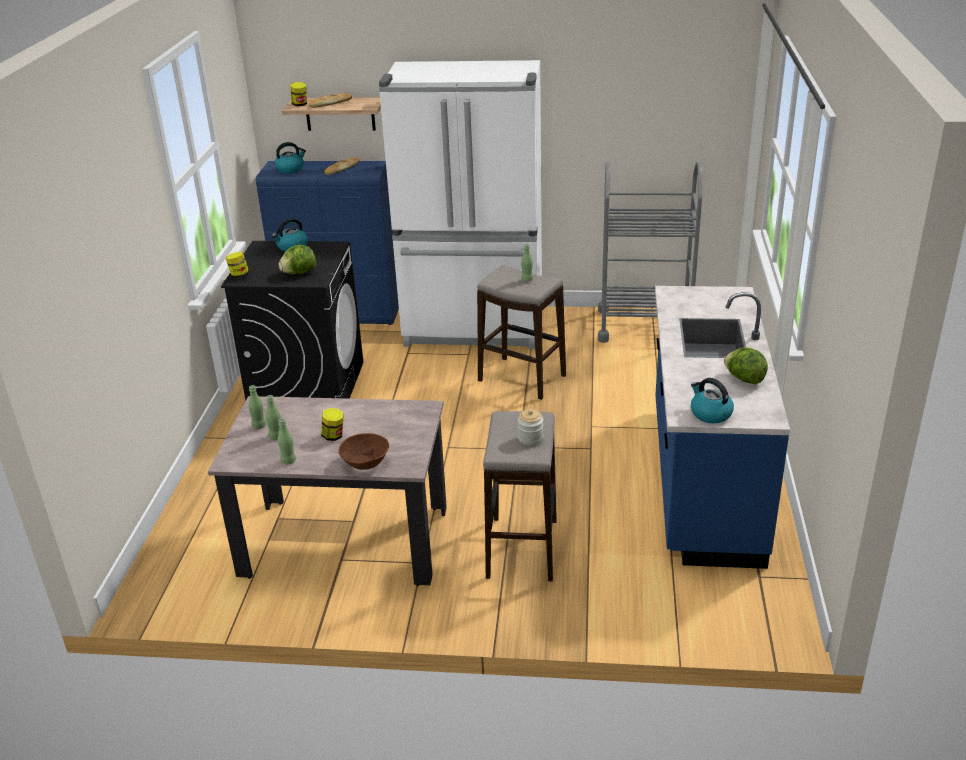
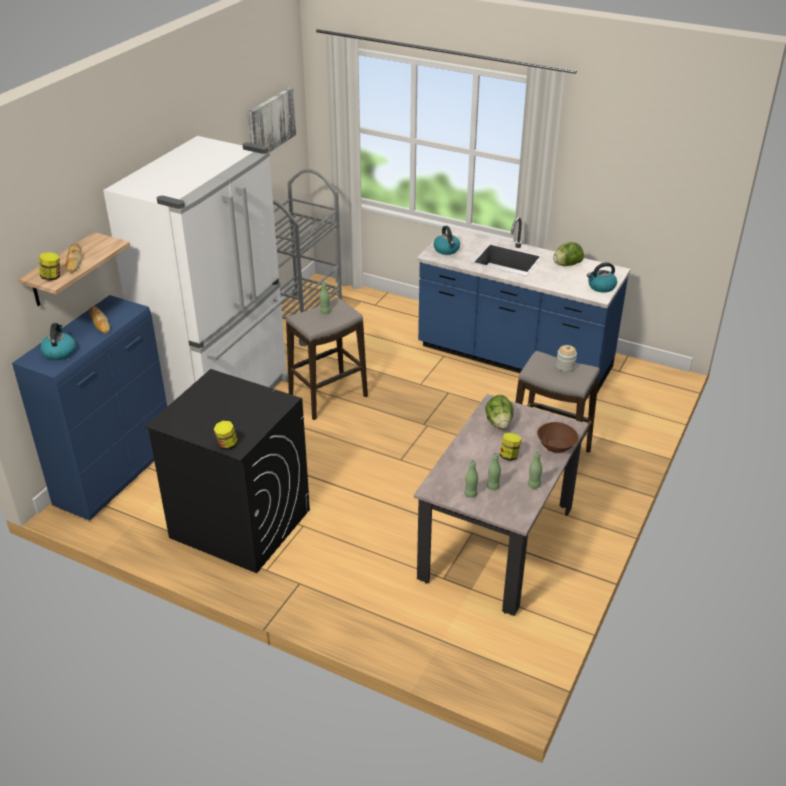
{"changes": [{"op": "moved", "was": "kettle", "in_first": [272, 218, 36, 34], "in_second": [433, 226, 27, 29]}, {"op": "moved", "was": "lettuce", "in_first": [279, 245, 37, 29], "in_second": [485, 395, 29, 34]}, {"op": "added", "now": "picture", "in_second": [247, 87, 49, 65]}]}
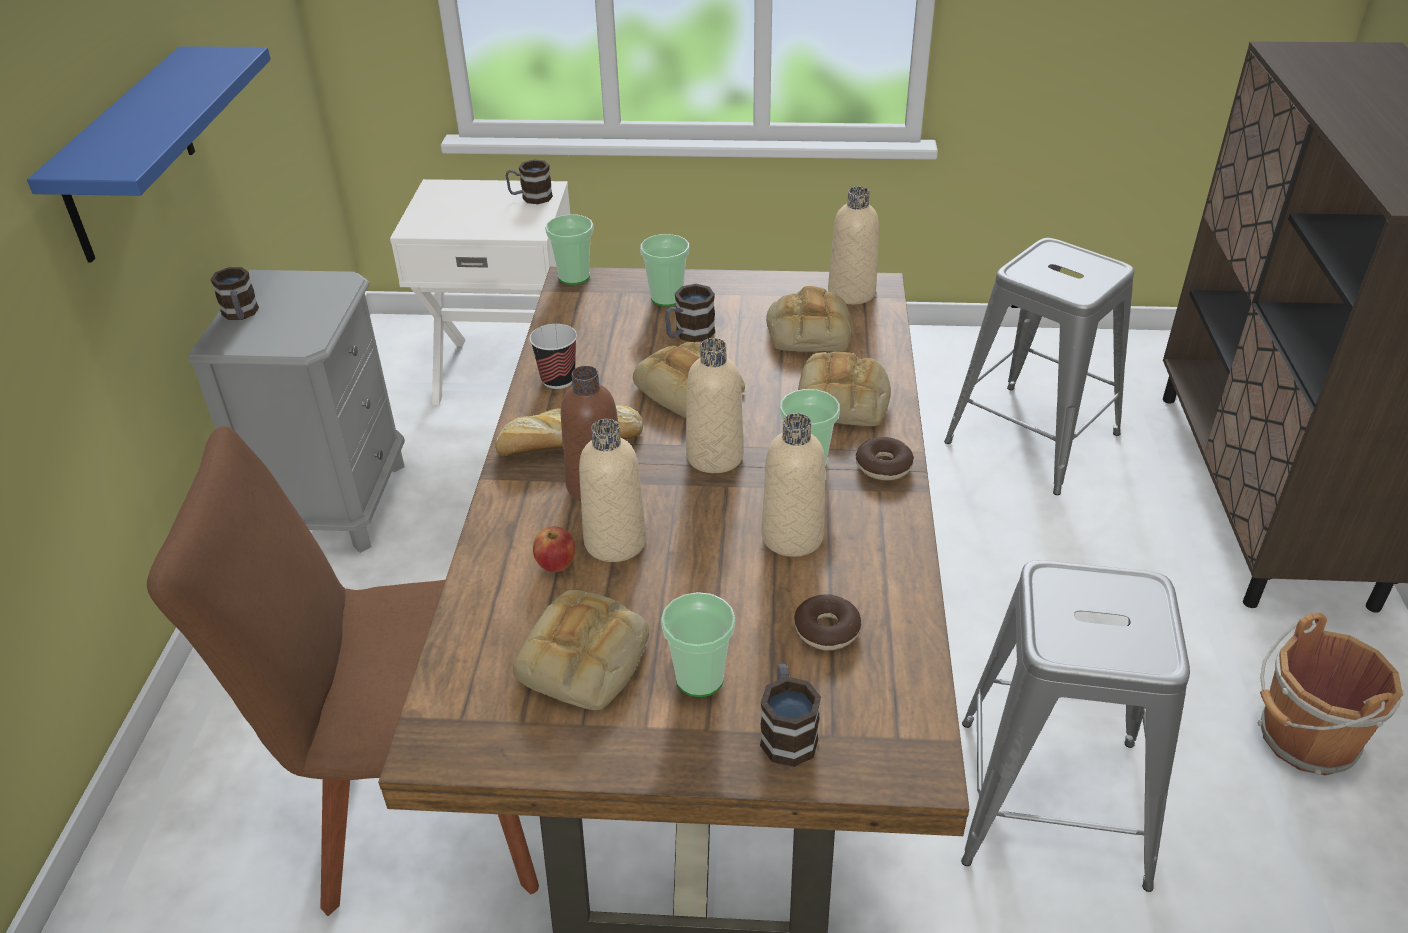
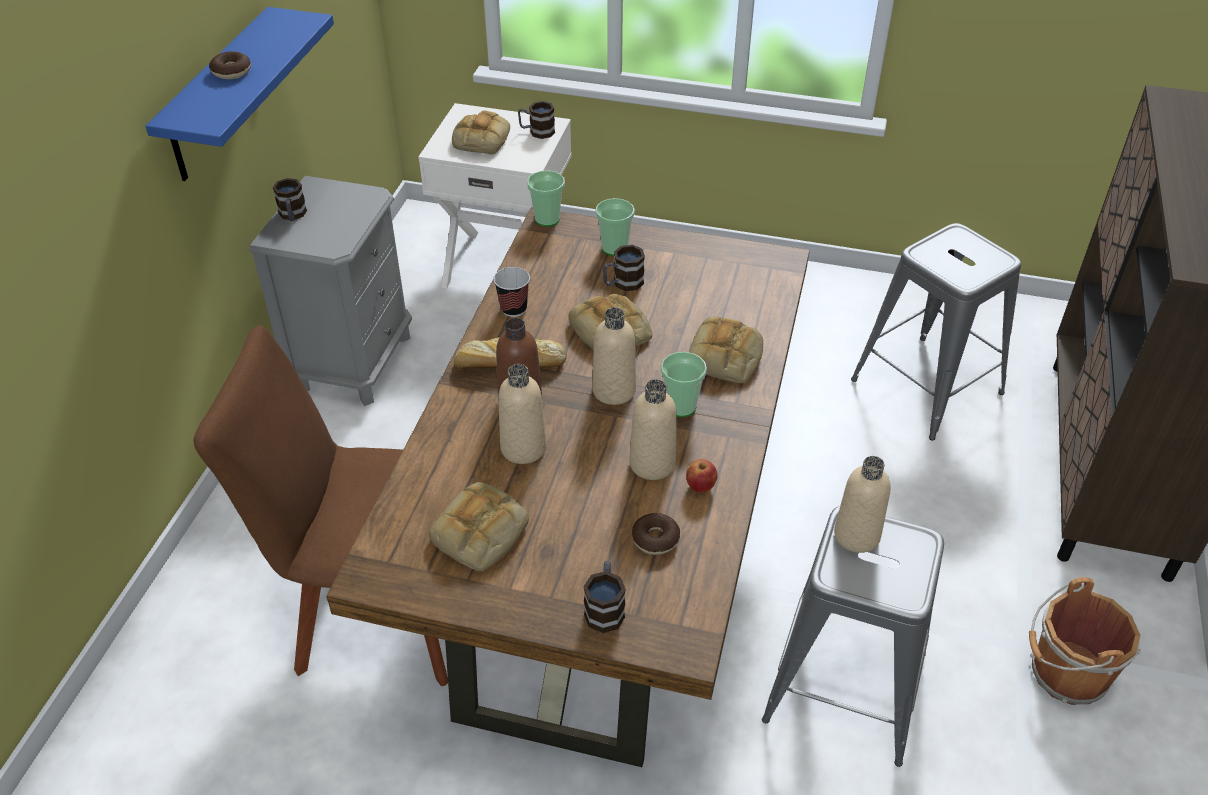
{"changes": [{"op": "moved", "was": "apple", "in_first": [533, 526, 42, 46], "in_second": [686, 459, 32, 34]}, {"op": "removed", "was": "cup", "in_first": [661, 592, 74, 105]}, {"op": "moved", "was": "bread", "in_first": [766, 286, 86, 66], "in_second": [452, 110, 58, 44]}, {"op": "moved", "was": "bottle in beige", "in_first": [828, 186, 51, 118], "in_second": [834, 456, 57, 97]}, {"op": "moved", "was": "donut", "in_first": [856, 437, 58, 43], "in_second": [209, 51, 42, 28]}]}
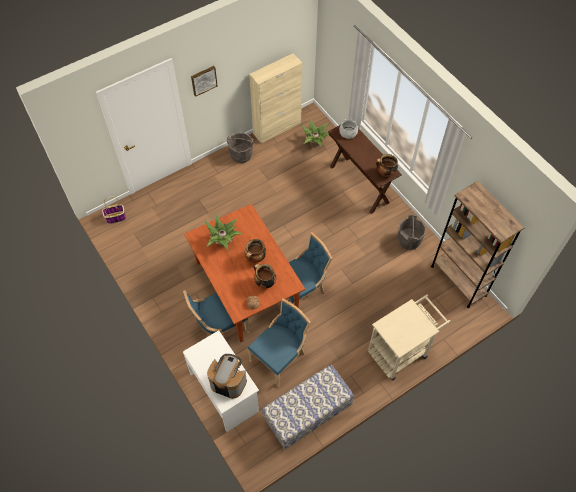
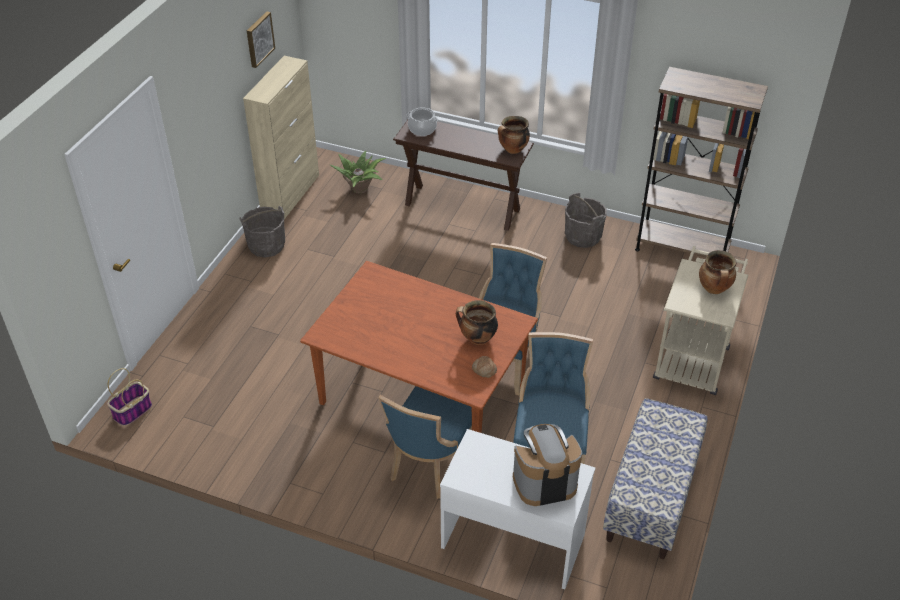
{"changes": [{"op": "moved", "was": "picture", "in_first": [191, 66, 27, 31], "in_second": [247, 11, 28, 57]}, {"op": "removed", "was": "potted plant", "in_first": [205, 213, 37, 38]}, {"op": "moved", "was": "cooking pot", "in_first": [244, 239, 22, 24], "in_second": [699, 250, 37, 44]}]}
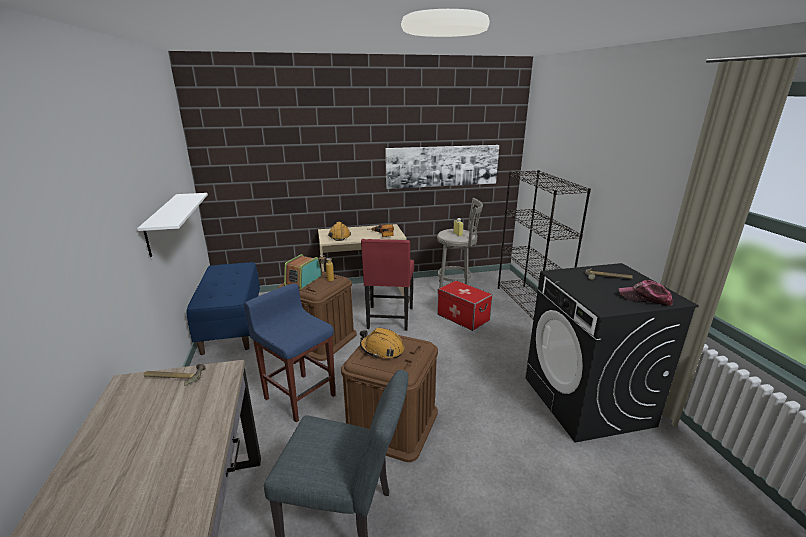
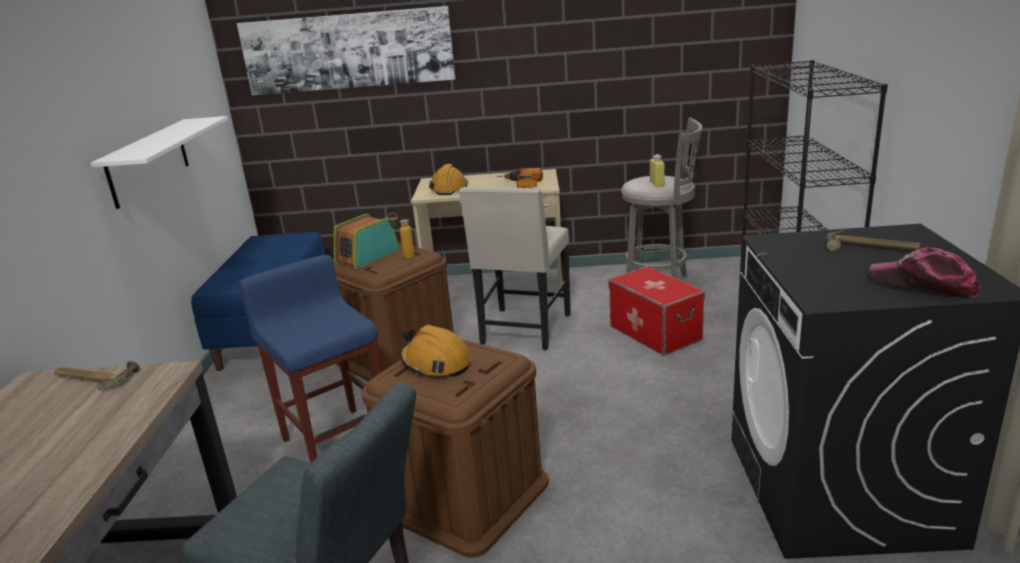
{"changes": [{"op": "recoloured", "was": "chair in red", "now": "chair in beige", "in_first": [361, 239, 53, 92], "in_second": [459, 187, 112, 163]}, {"op": "moved", "was": "picture", "in_first": [385, 145, 114, 44], "in_second": [237, 6, 219, 89]}]}
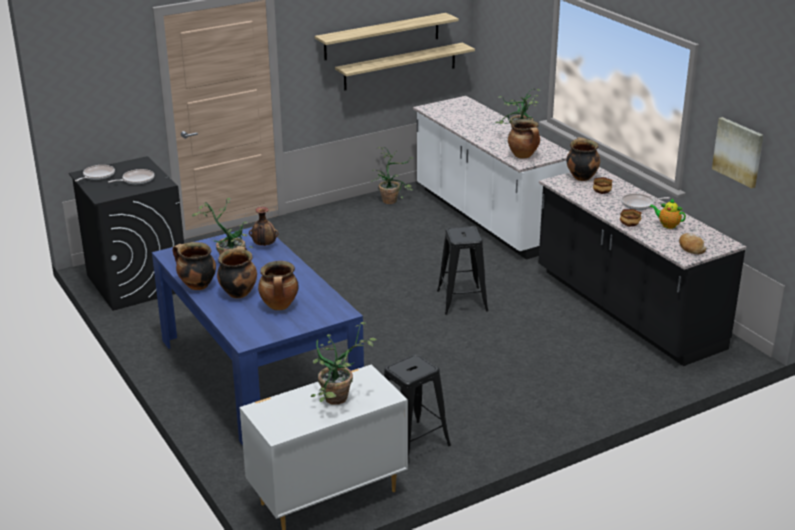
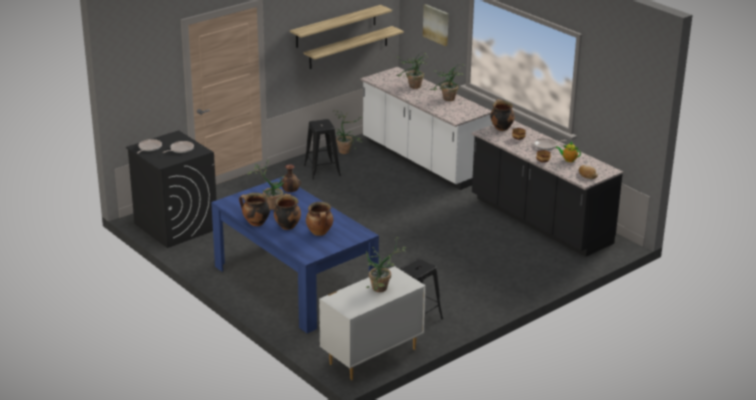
{"changes": [{"op": "moved", "was": "stool in black", "in_first": [437, 226, 52, 89], "in_second": [304, 119, 37, 61]}, {"op": "removed", "was": "cooking pot", "in_first": [508, 119, 32, 40]}, {"op": "moved", "was": "picture", "in_first": [712, 117, 52, 71], "in_second": [423, 4, 26, 42]}, {"op": "added", "now": "potted plant", "in_second": [396, 52, 33, 37]}]}
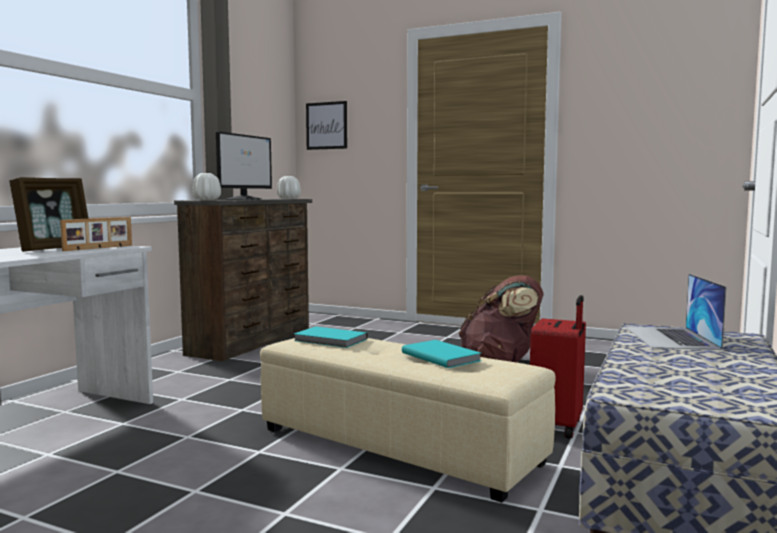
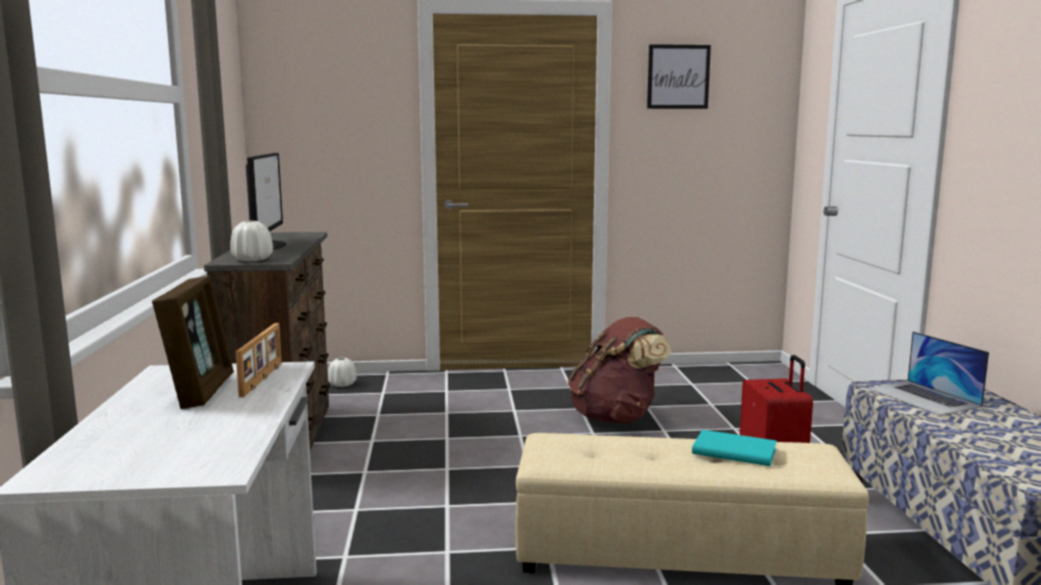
{"changes": [{"op": "moved", "was": "vase in white", "in_first": [277, 176, 24, 23], "in_second": [328, 357, 29, 30]}, {"op": "removed", "was": "book in turquoise", "in_first": [294, 326, 74, 22]}, {"op": "moved", "was": "picture", "in_first": [306, 101, 41, 49], "in_second": [647, 44, 64, 65]}]}
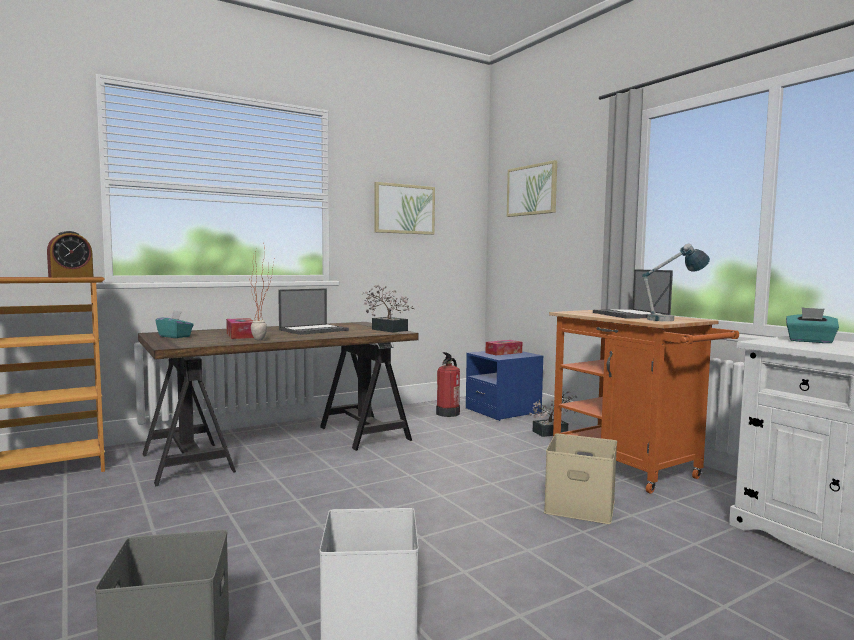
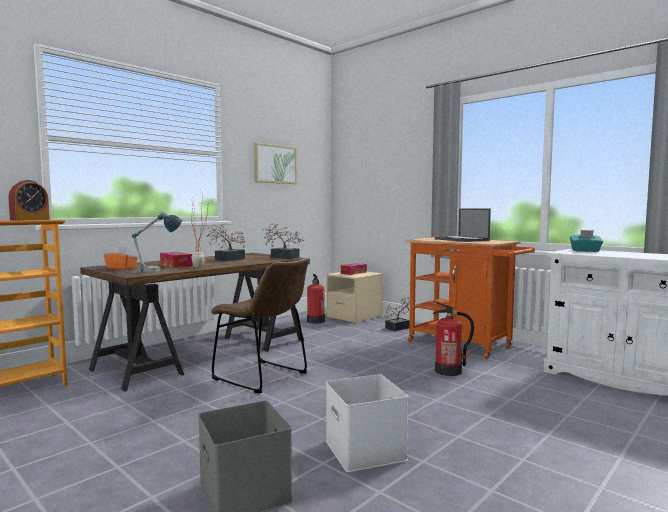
{"changes": [{"op": "recoloured", "was": "tissue box in turquoise", "now": "tissue box in orange", "in_first": [156, 311, 38, 27], "in_second": [104, 247, 34, 23]}, {"op": "replaced", "was": "laptop", "now": "potted plant", "in_first": [278, 288, 71, 47], "in_second": [207, 224, 38, 37]}, {"op": "recoloured", "was": "nightstand in blue", "now": "nightstand in beige", "in_first": [466, 351, 78, 70], "in_second": [326, 272, 57, 51]}, {"op": "removed", "was": "picture", "in_first": [507, 160, 50, 57]}, {"op": "replaced", "was": "storage box in beige", "now": "fire extinguisher", "in_first": [544, 433, 73, 91], "in_second": [433, 301, 41, 75]}, {"op": "moved", "was": "table lamp", "in_first": [642, 244, 68, 77], "in_second": [132, 211, 50, 61]}, {"op": "added", "now": "chair in brown", "in_second": [211, 258, 98, 135]}]}
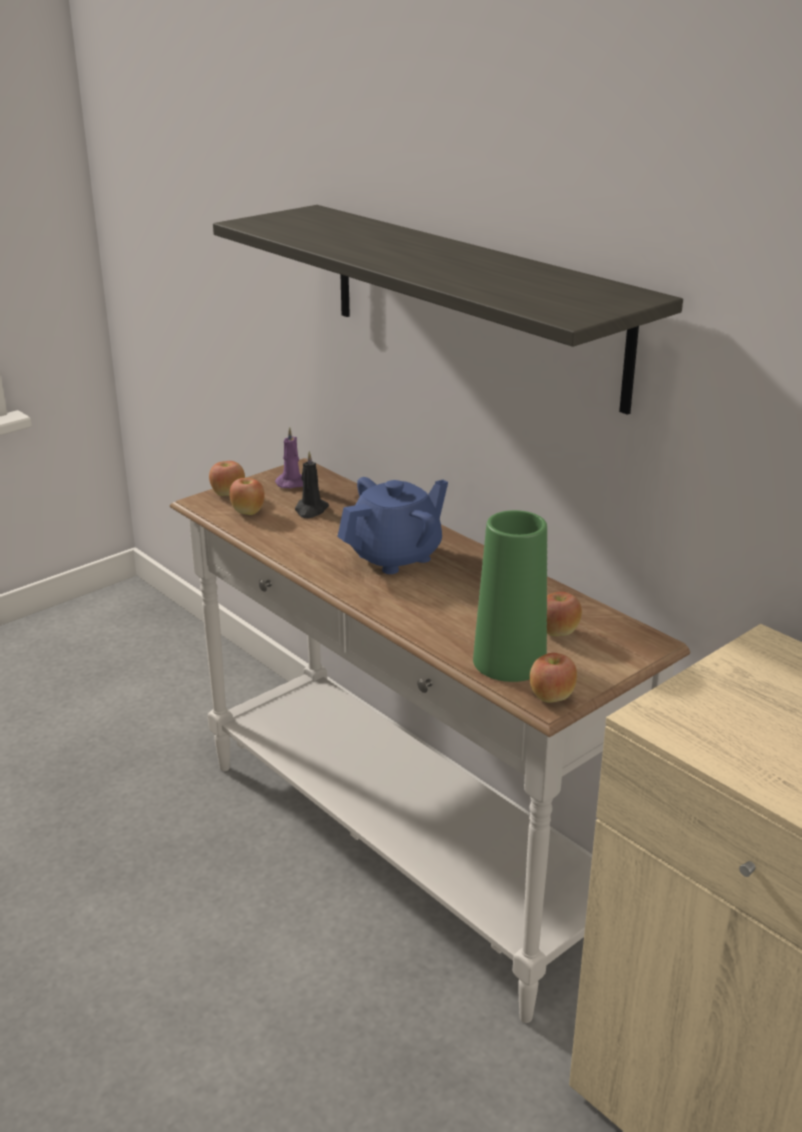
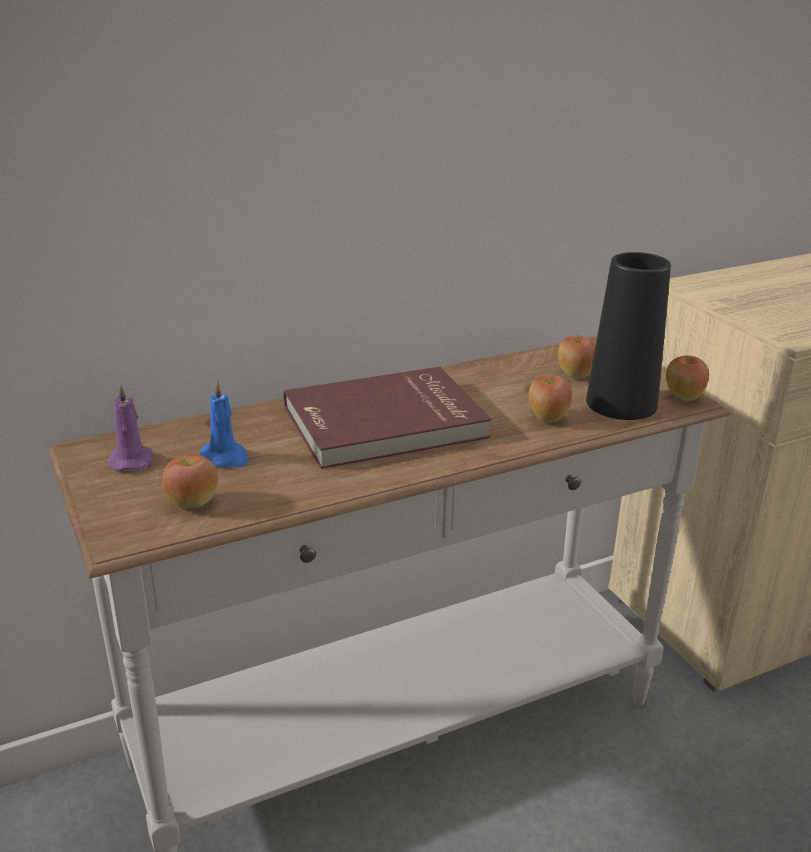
{"changes": [{"op": "moved", "was": "apple", "in_first": [209, 461, 36, 35], "in_second": [529, 375, 43, 48]}, {"op": "removed", "was": "shelf", "in_first": [213, 205, 470, 210]}, {"op": "recoloured", "was": "candle in black", "now": "candle in blue", "in_first": [295, 451, 34, 67], "in_second": [200, 380, 48, 88]}, {"op": "replaced", "was": "teapot in blue", "now": "book in red", "in_first": [337, 477, 111, 97], "in_second": [284, 367, 207, 102]}, {"op": "recoloured", "was": "vase in green", "now": "vase in black", "in_first": [473, 510, 74, 172], "in_second": [586, 252, 85, 168]}]}
